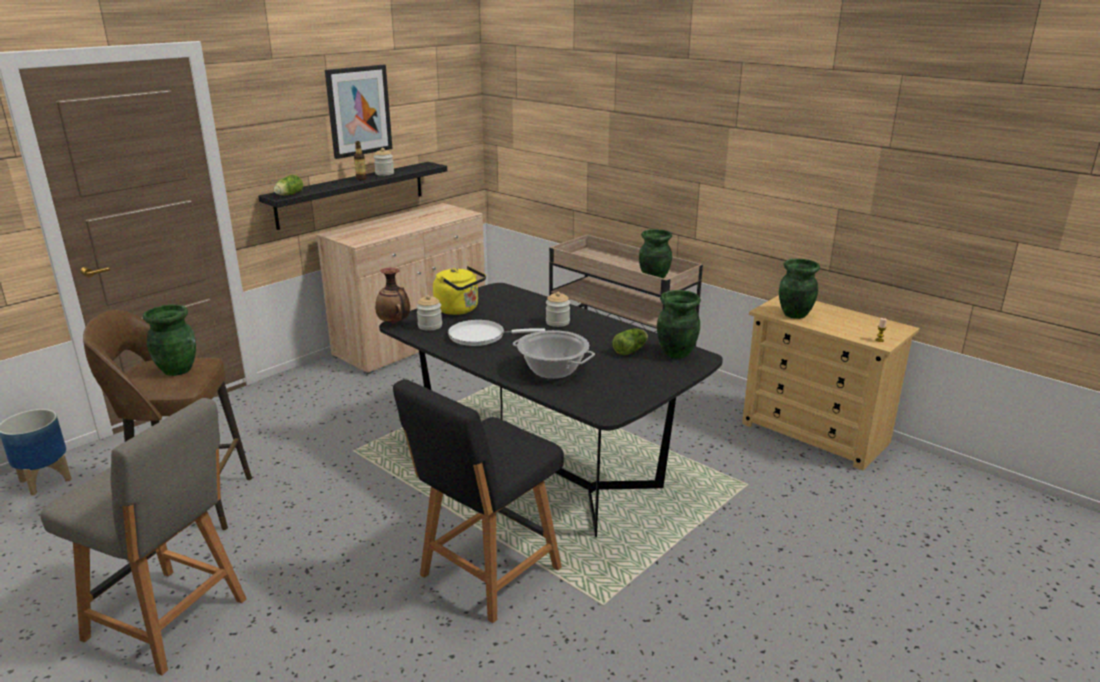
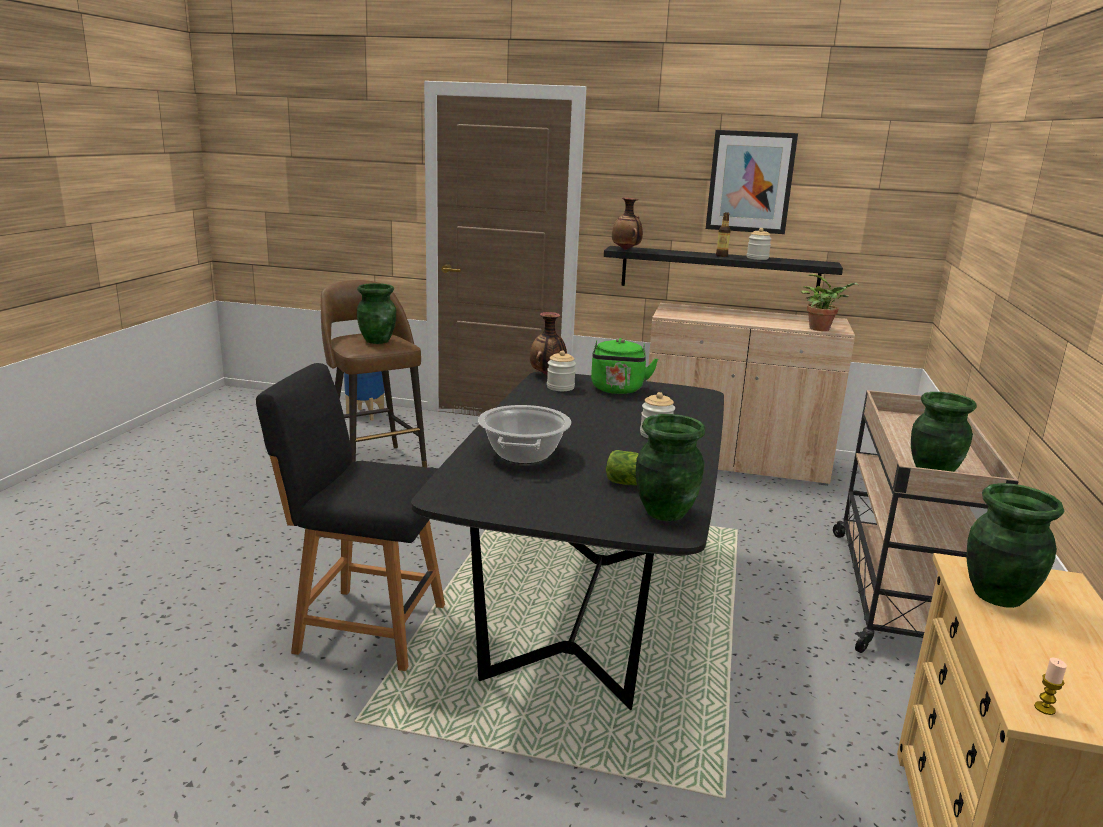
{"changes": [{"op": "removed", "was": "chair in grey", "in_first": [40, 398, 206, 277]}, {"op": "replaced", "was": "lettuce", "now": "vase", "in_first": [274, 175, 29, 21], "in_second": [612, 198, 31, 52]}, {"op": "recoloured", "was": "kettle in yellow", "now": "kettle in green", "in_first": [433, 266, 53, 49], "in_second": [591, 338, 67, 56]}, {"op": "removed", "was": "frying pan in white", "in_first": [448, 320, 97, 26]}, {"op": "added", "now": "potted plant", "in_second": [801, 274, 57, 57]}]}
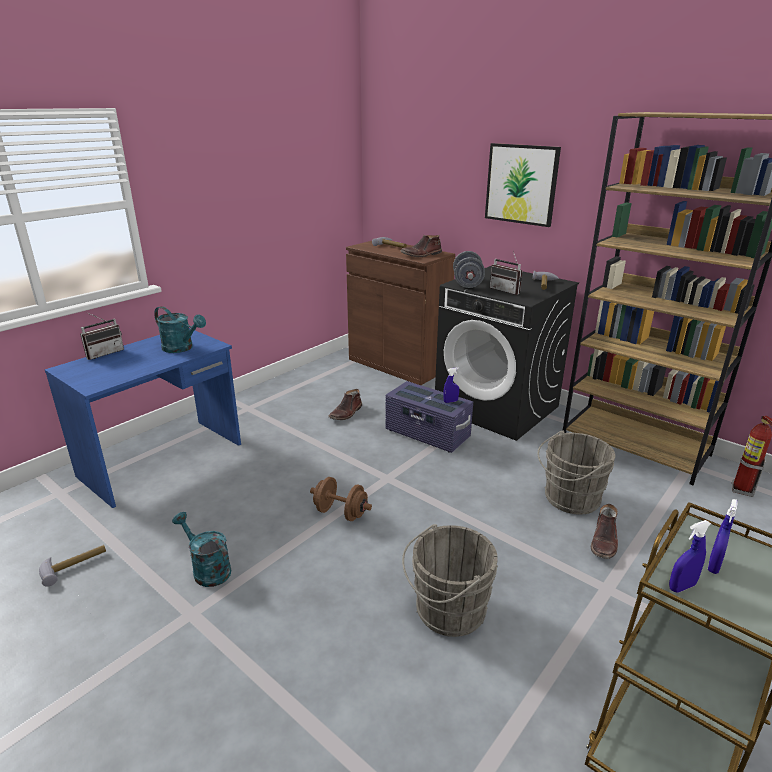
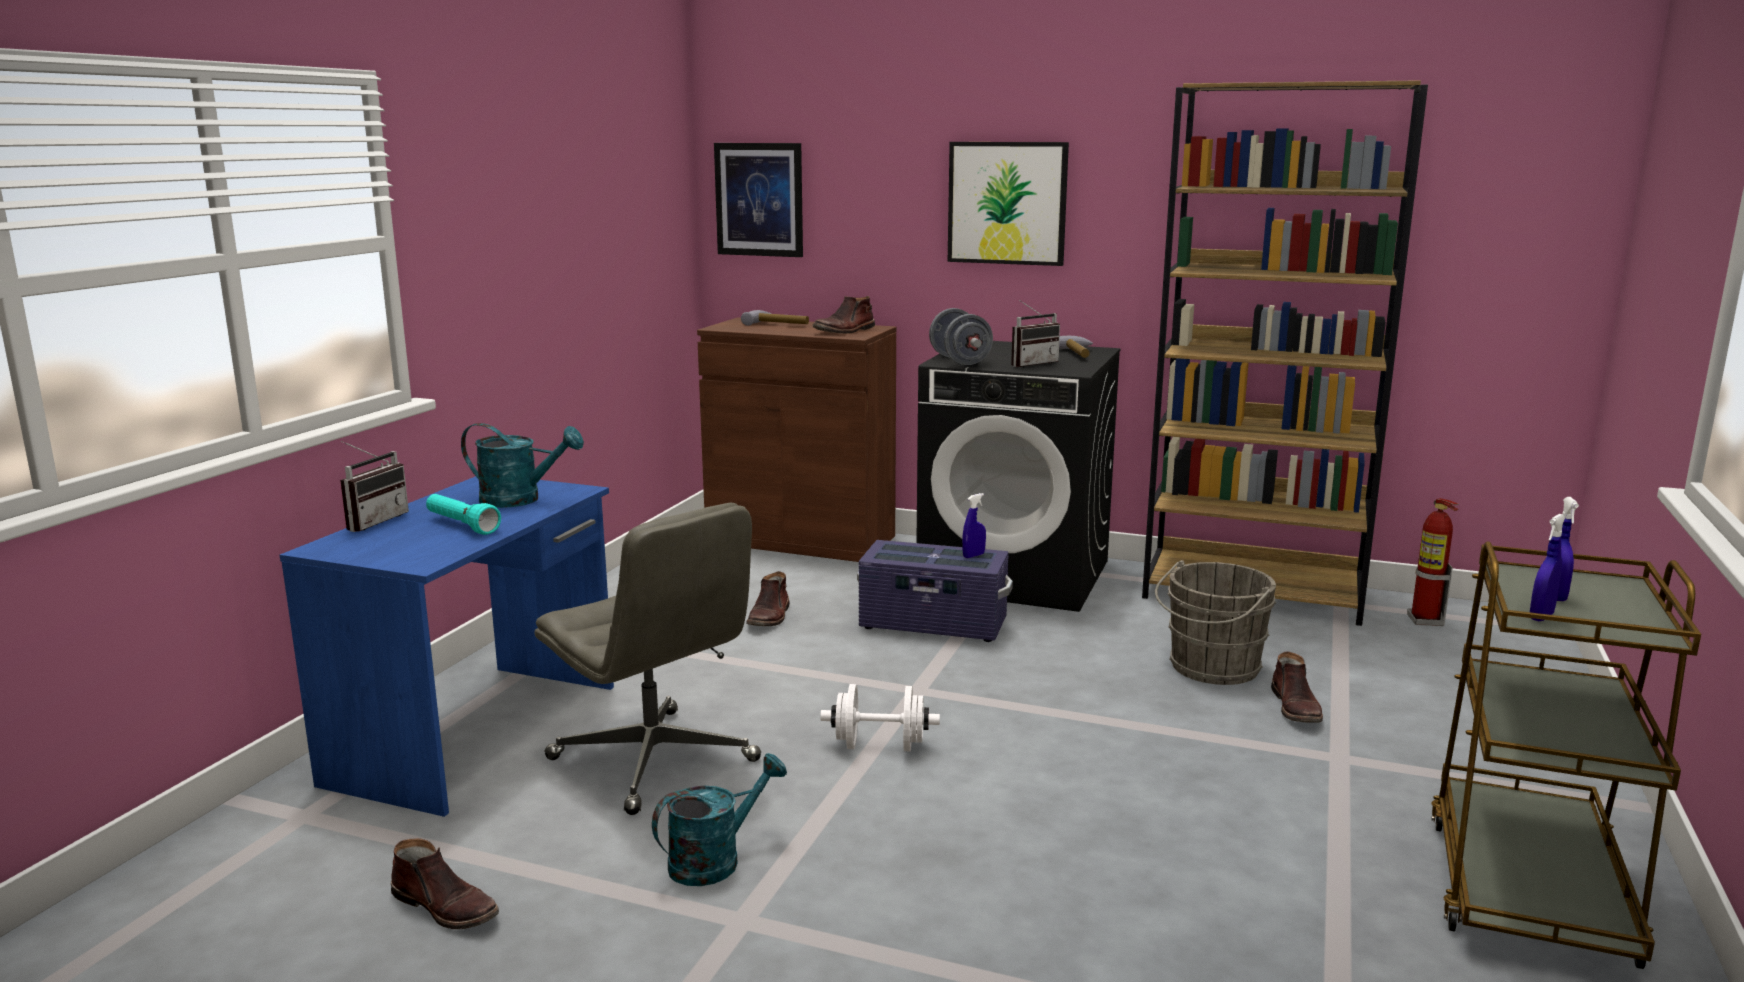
{"changes": [{"op": "replaced", "was": "hammer", "now": "boot in brown", "in_first": [39, 545, 67, 42], "in_second": [391, 838, 108, 91]}, {"op": "turned", "was": "watering can in turquoise", "in_first": [172, 512, 59, 75], "in_second": [652, 753, 135, 133], "clockwise": 120}, {"op": "recoloured", "was": "dumbbell in brown", "now": "dumbbell in white", "in_first": [310, 477, 62, 44], "in_second": [820, 684, 120, 67]}, {"op": "removed", "was": "bucket in grey", "in_first": [402, 524, 96, 113]}, {"op": "turned", "was": "radio", "in_first": [490, 252, 32, 43], "in_second": [1011, 300, 49, 67], "clockwise": -60}, {"op": "added", "now": "flashlight in turquoise", "in_second": [426, 494, 75, 41]}, {"op": "added", "now": "office chair in grey", "in_second": [535, 502, 226, 313]}, {"op": "added", "now": "picture", "in_second": [714, 143, 89, 114]}]}
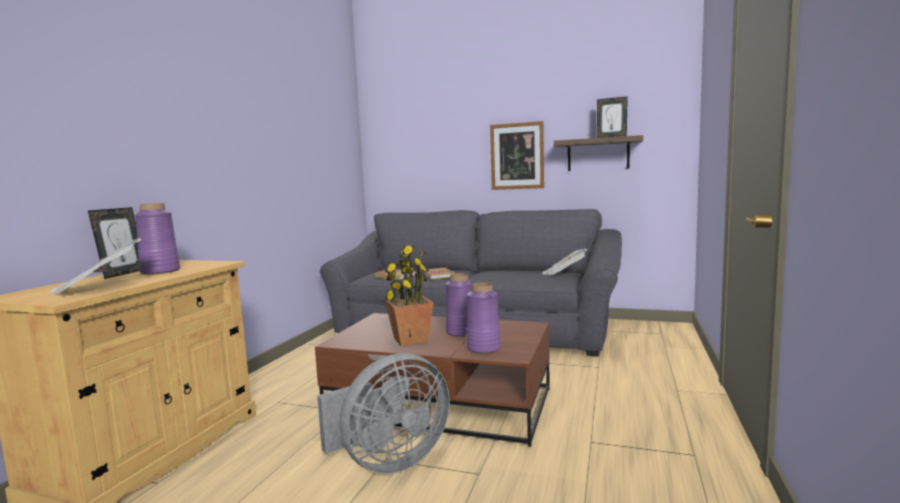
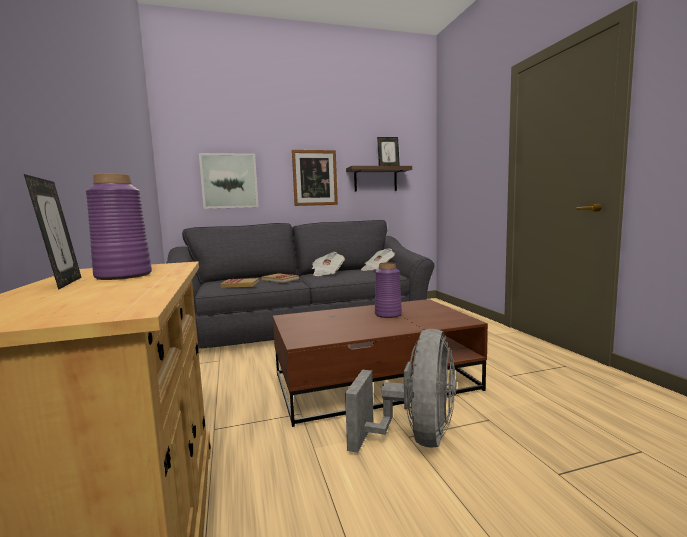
{"changes": [{"op": "moved", "was": "newspaper", "in_first": [49, 238, 92, 56], "in_second": [312, 252, 33, 24]}, {"op": "removed", "was": "potted plant", "in_first": [385, 245, 49, 101]}, {"op": "removed", "was": "vase in purple", "in_first": [467, 282, 34, 71]}, {"op": "added", "now": "picture", "in_second": [199, 153, 60, 56]}]}
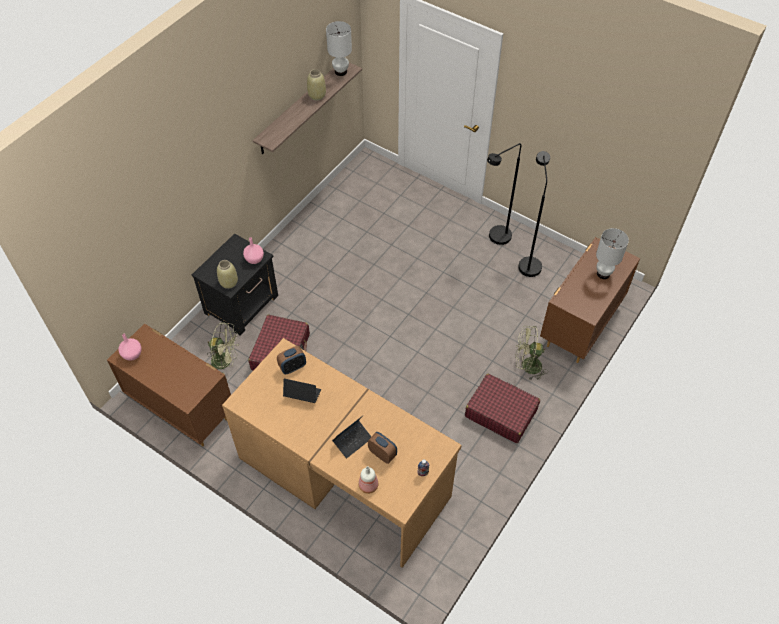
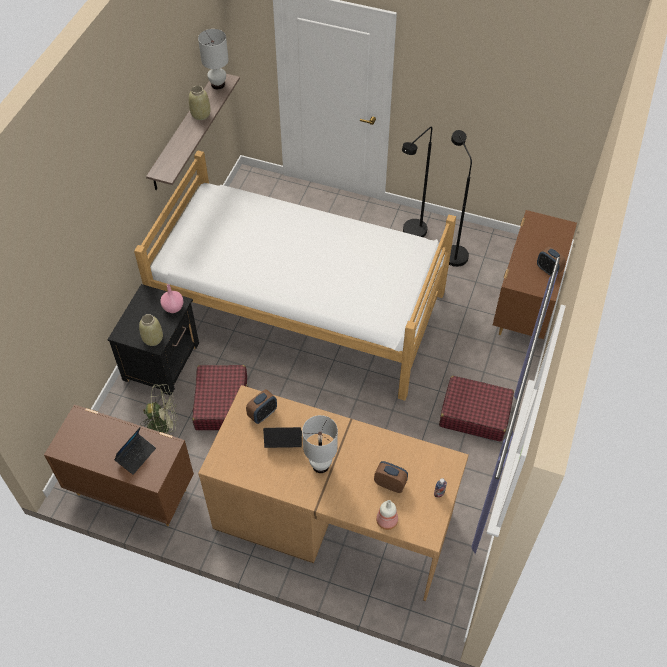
{"changes": [{"op": "removed", "was": "vase in pink", "in_first": [118, 334, 24, 27]}, {"op": "moved", "was": "laptop", "in_first": [332, 416, 39, 42], "in_second": [114, 427, 42, 48]}, {"op": "removed", "was": "fan in green", "in_first": [515, 326, 33, 54]}, {"op": "moved", "was": "table lamp in white", "in_first": [596, 228, 33, 51], "in_second": [302, 415, 36, 58]}, {"op": "added", "now": "bed", "in_second": [134, 150, 322, 251]}, {"op": "added", "now": "alarm clock", "in_second": [537, 247, 29, 29]}]}
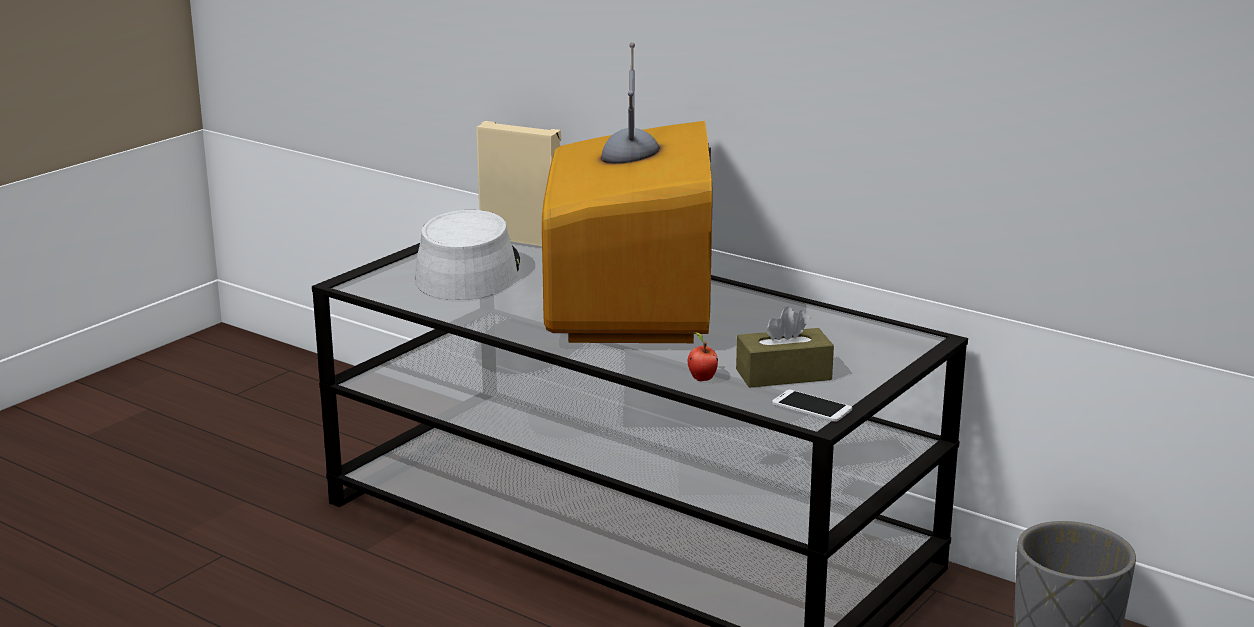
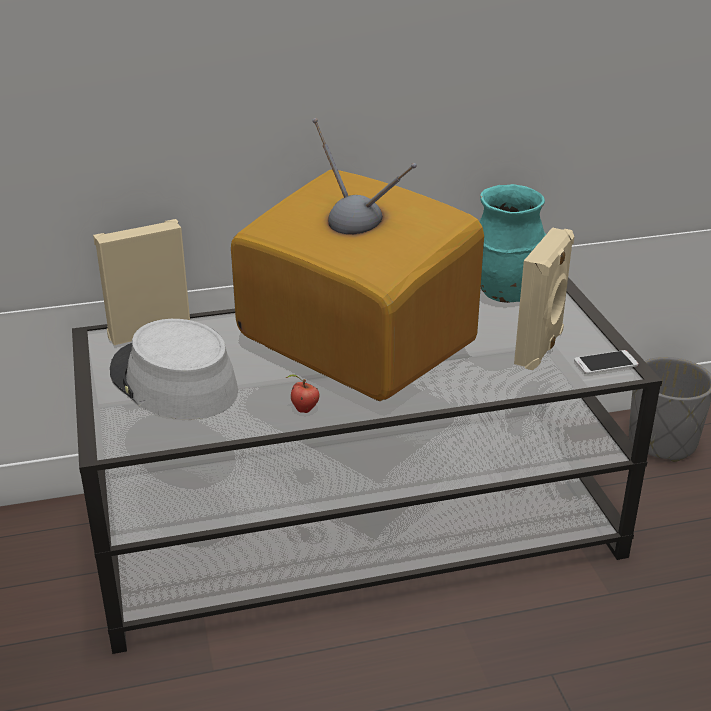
{"changes": [{"op": "moved", "was": "apple", "in_first": [688, 332, 30, 49], "in_second": [285, 374, 34, 39]}, {"op": "replaced", "was": "tissue box in brown", "now": "speaker in beige", "in_first": [736, 306, 98, 82], "in_second": [514, 227, 60, 143]}, {"op": "added", "now": "vase in turquoise", "in_second": [480, 184, 66, 119]}]}
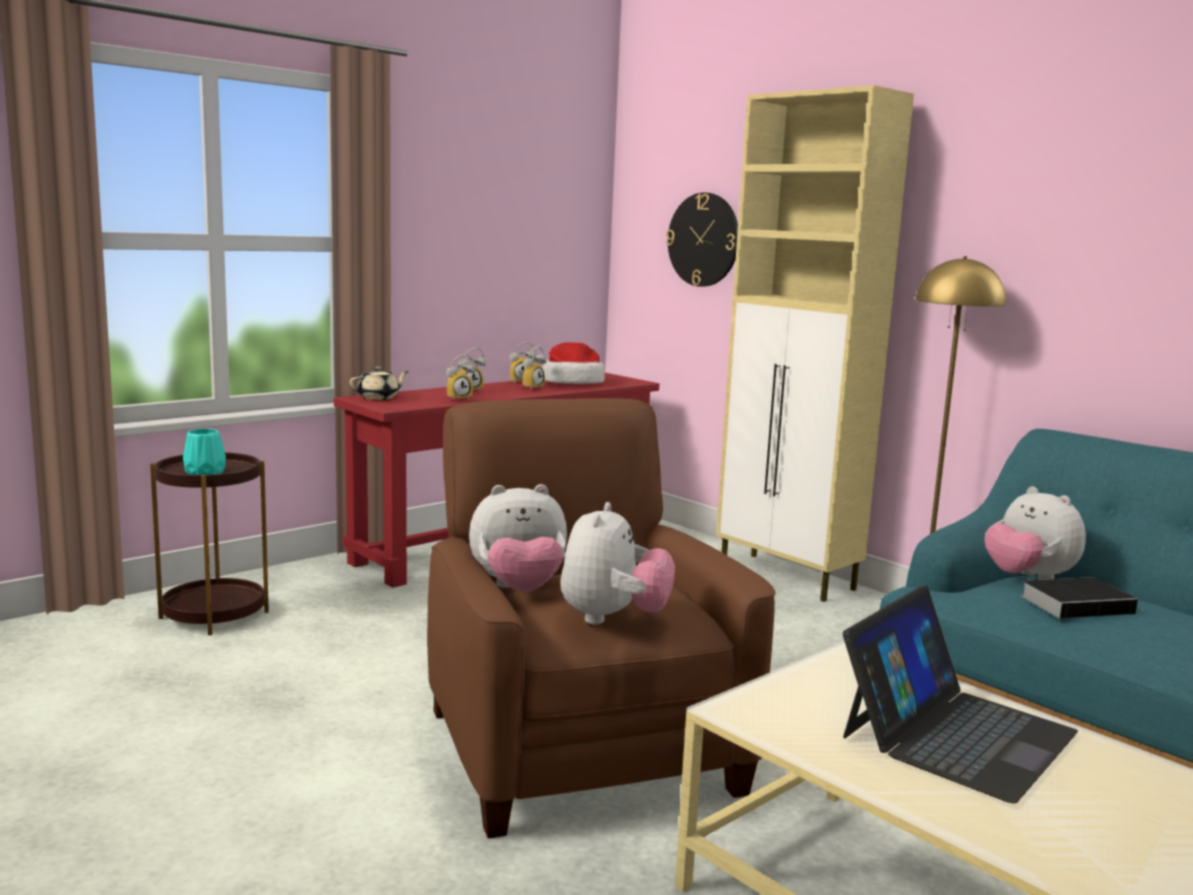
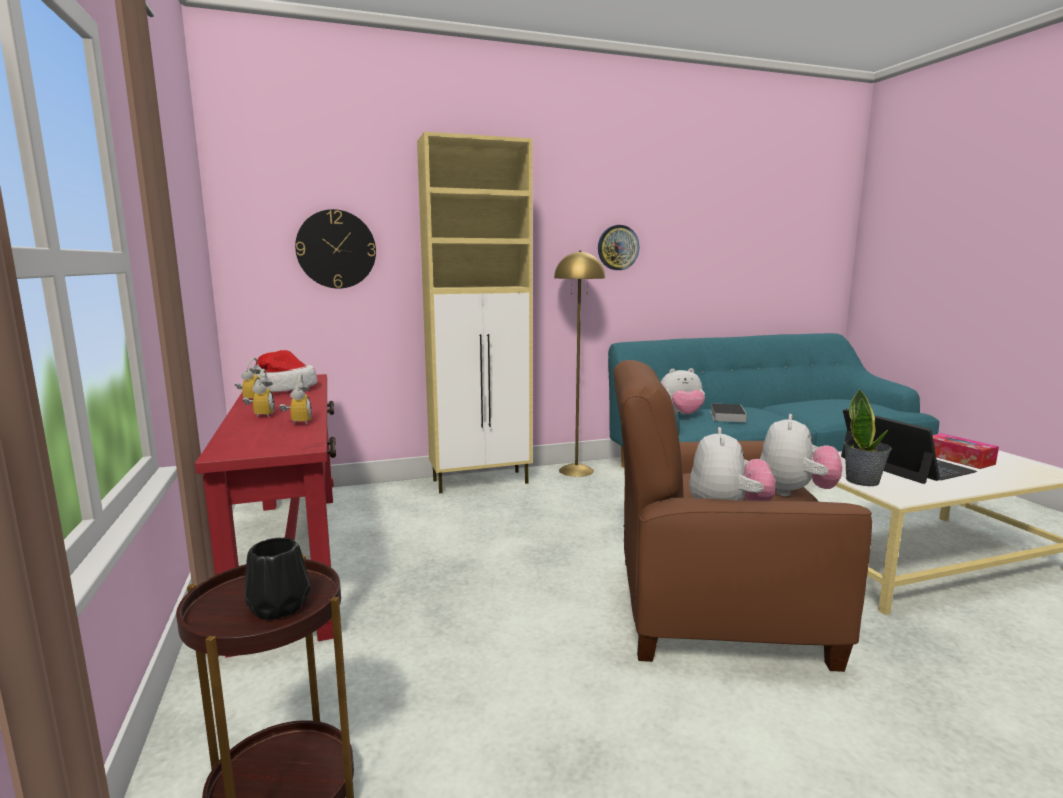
{"changes": [{"op": "recoloured", "was": "vase in turquoise", "now": "vase in black", "in_first": [183, 429, 43, 46], "in_second": [245, 537, 66, 83]}, {"op": "removed", "was": "teapot in beige", "in_first": [350, 366, 59, 34]}, {"op": "removed", "was": "alarm clock", "in_first": [519, 346, 28, 43]}, {"op": "turned", "was": "plush toy", "in_first": [561, 502, 114, 122], "in_second": [760, 414, 82, 82], "clockwise": 75}, {"op": "added", "now": "wall clock", "in_second": [598, 225, 41, 45]}, {"op": "added", "now": "potted plant", "in_second": [844, 388, 48, 98]}, {"op": "added", "now": "tissue box", "in_second": [932, 433, 67, 36]}]}
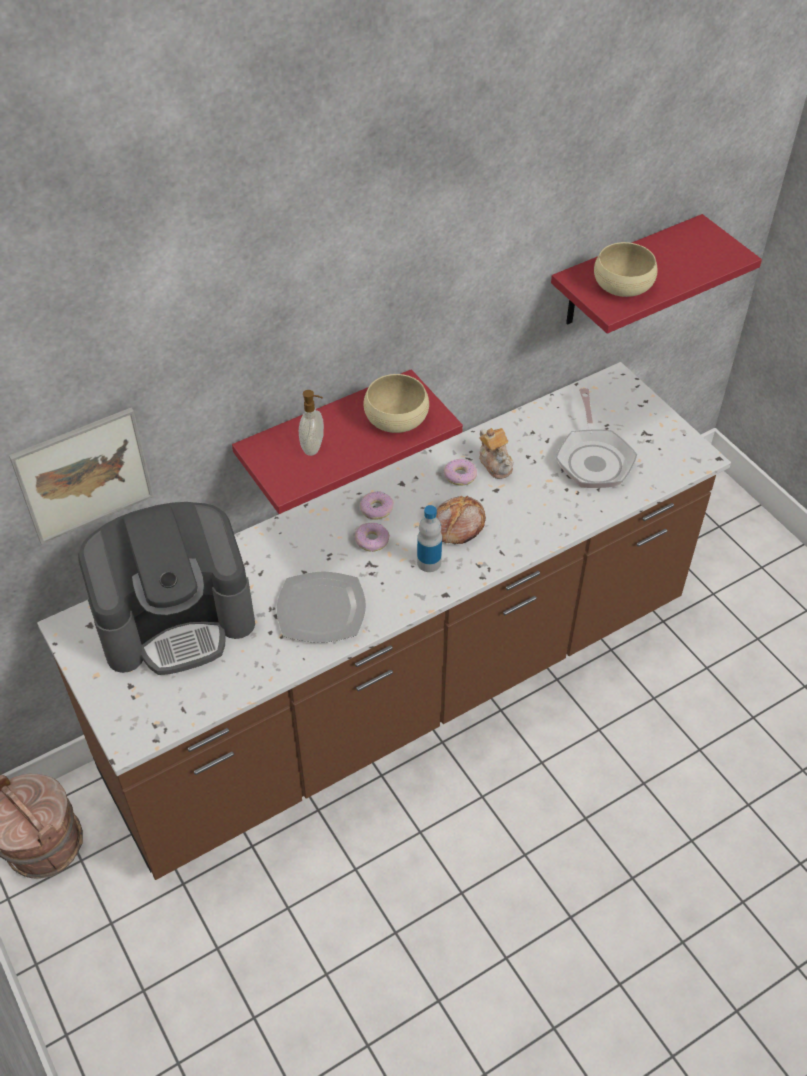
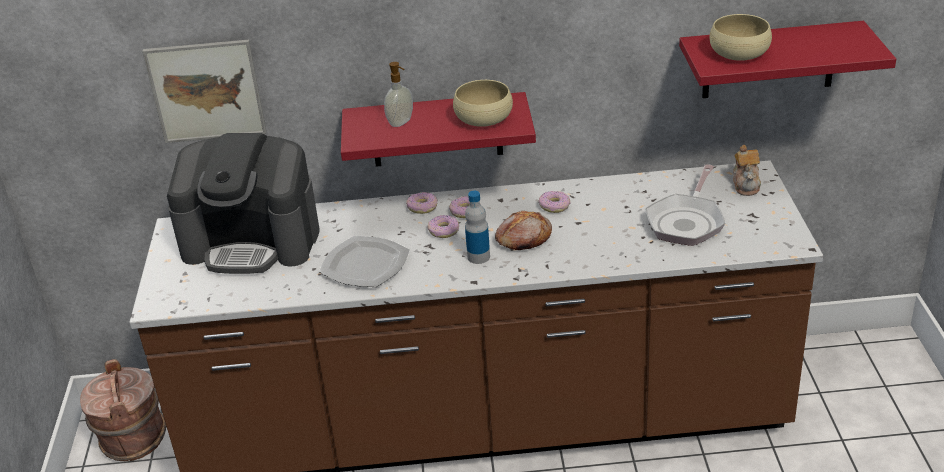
{"changes": [{"op": "moved", "was": "teapot", "in_first": [479, 428, 35, 51], "in_second": [733, 145, 28, 51]}, {"op": "added", "now": "donut", "in_second": [406, 192, 32, 22]}]}
